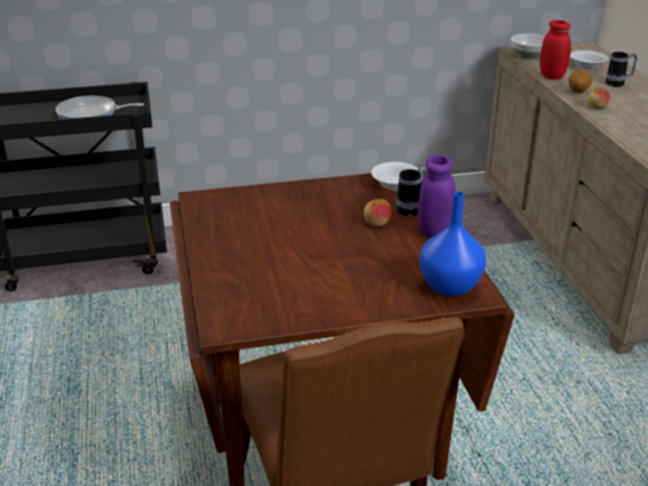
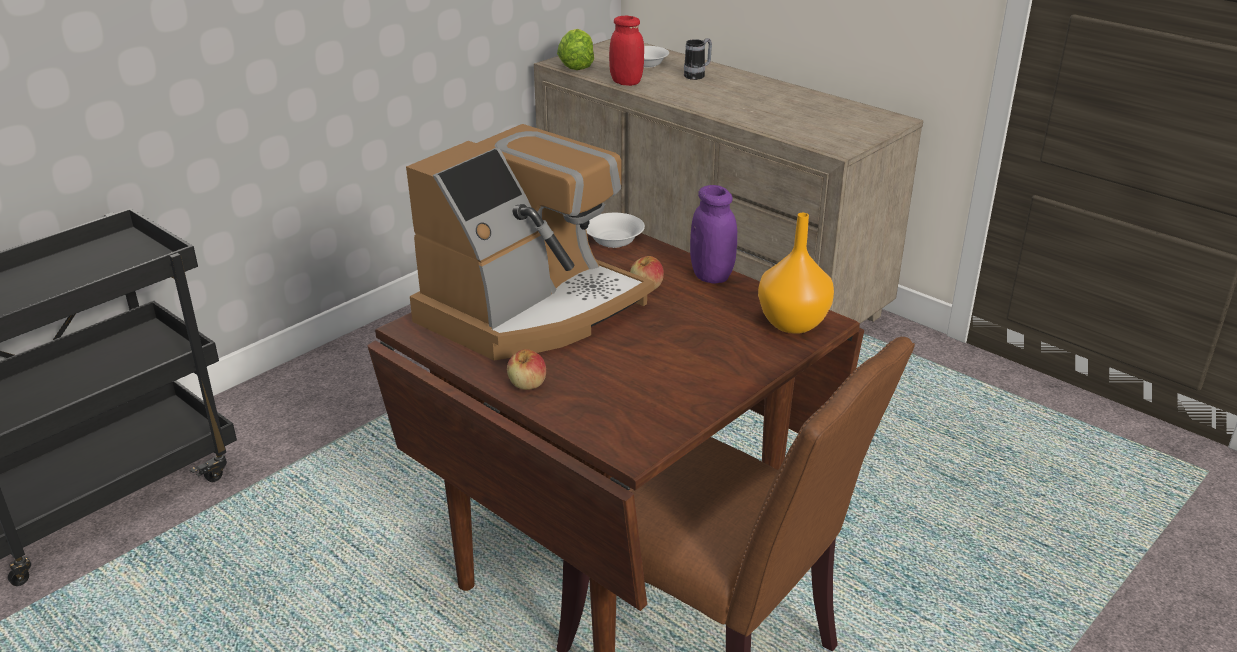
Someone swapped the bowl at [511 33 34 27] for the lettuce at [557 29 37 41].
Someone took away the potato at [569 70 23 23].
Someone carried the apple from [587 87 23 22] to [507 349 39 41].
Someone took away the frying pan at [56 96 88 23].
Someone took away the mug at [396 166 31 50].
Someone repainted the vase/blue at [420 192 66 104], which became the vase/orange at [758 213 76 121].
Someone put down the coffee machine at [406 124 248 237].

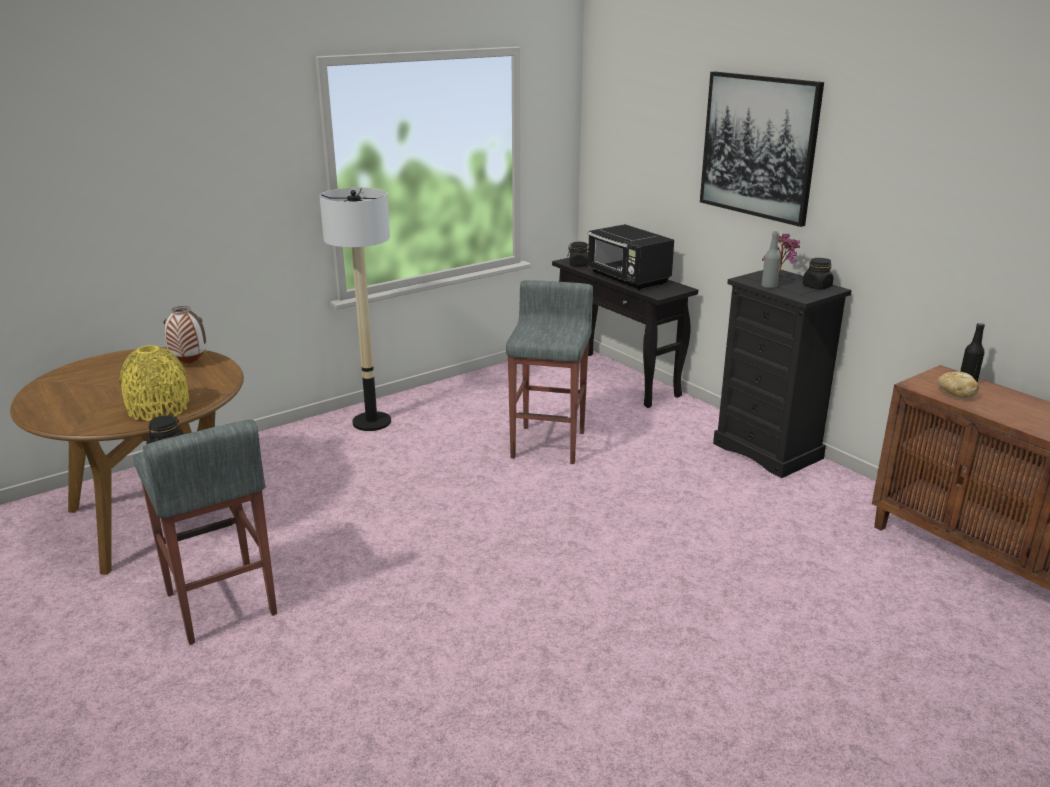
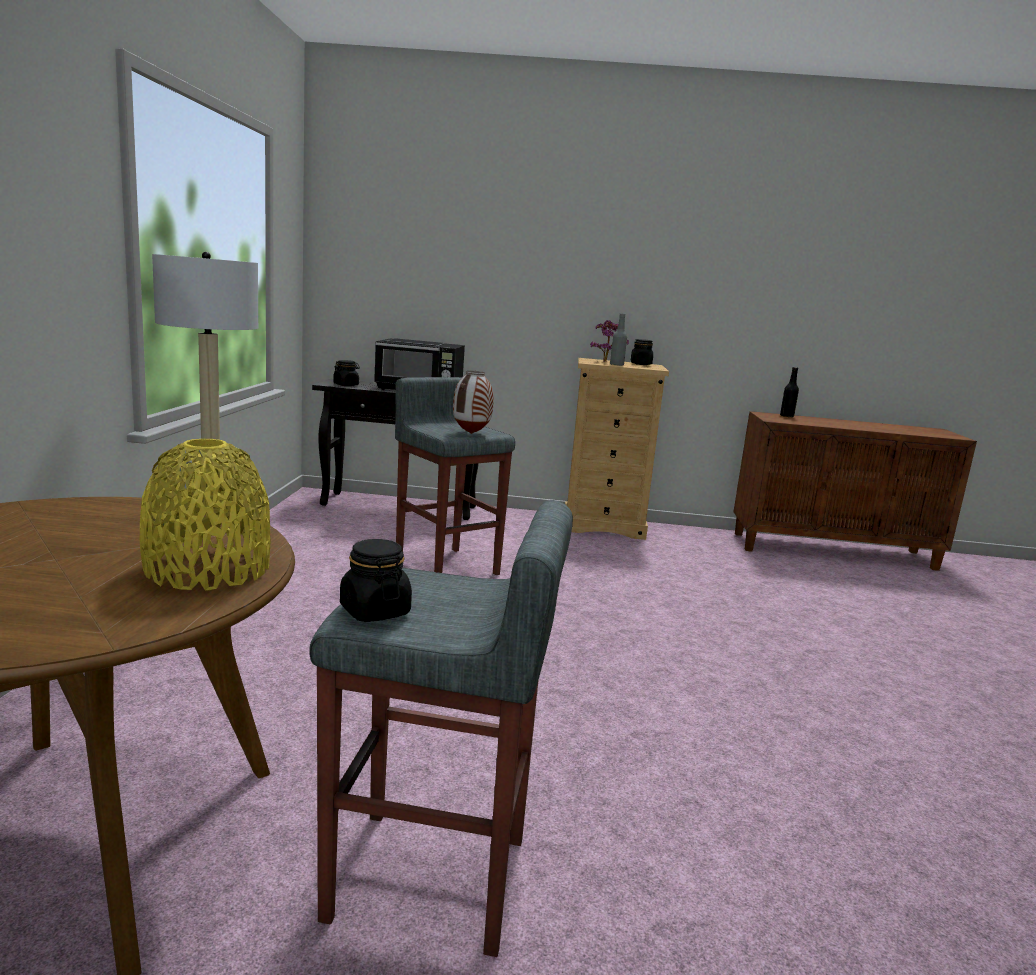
Someone took away the picture at [700 72 124 155].
Someone repainted the dresser/black at [713 270 139 208], which became the dresser/beige at [565 358 104 182].
Someone carried the vase from [163 306 43 58] to [453 371 41 63].
Someone took away the bread at [937 371 42 27].

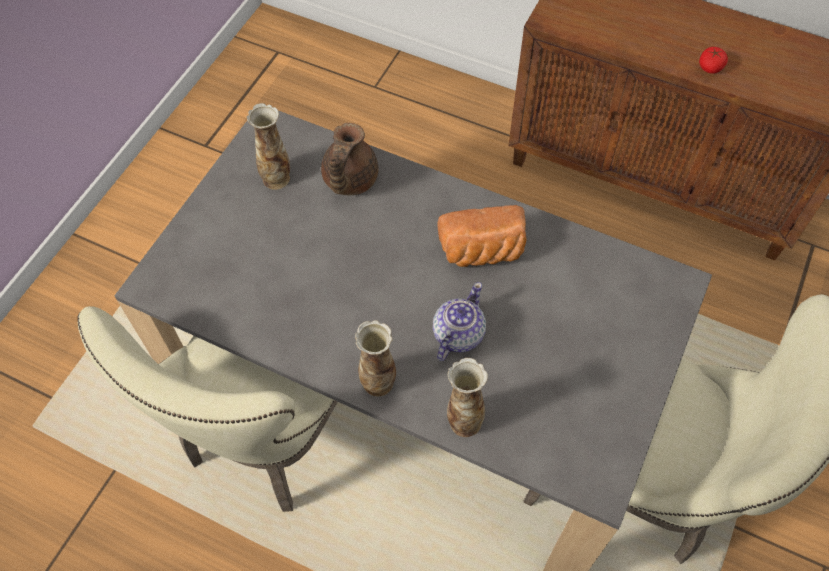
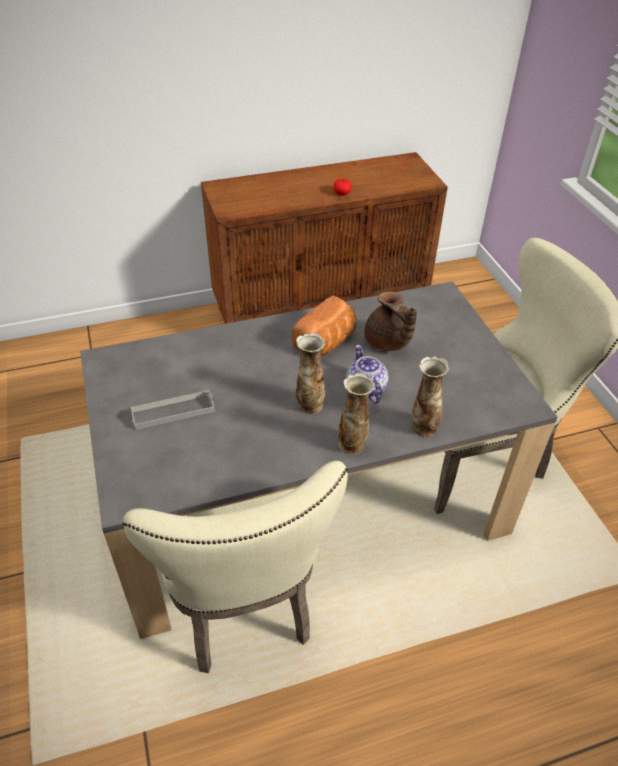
Someone carried the vase from [246 103 44 87] to [296 333 29 81].
Someone carried the teapot/brown from [321 123 57 72] to [364 291 53 60].
Someone put down the tray/grey at [131 389 84 41].

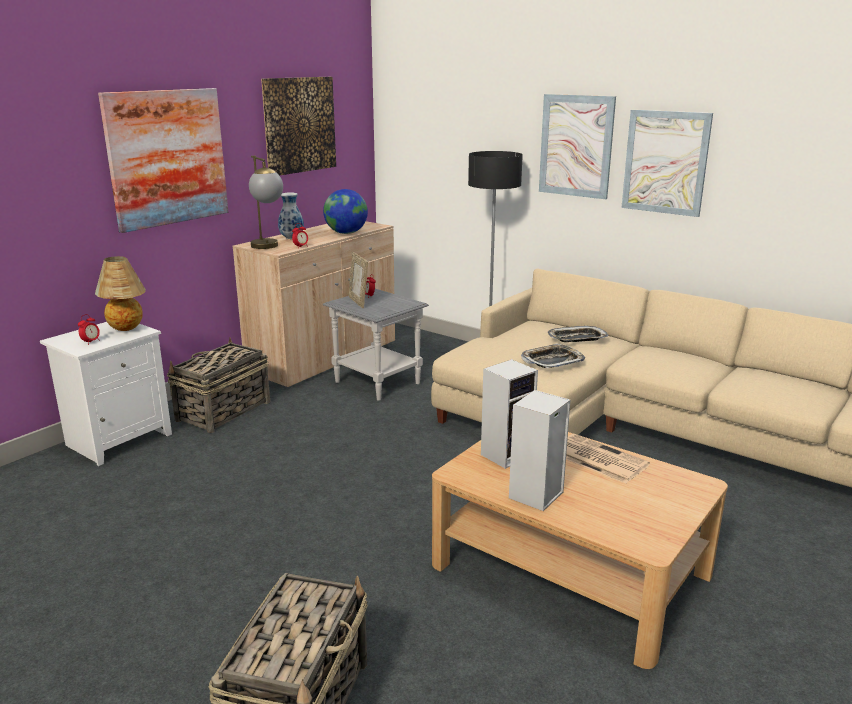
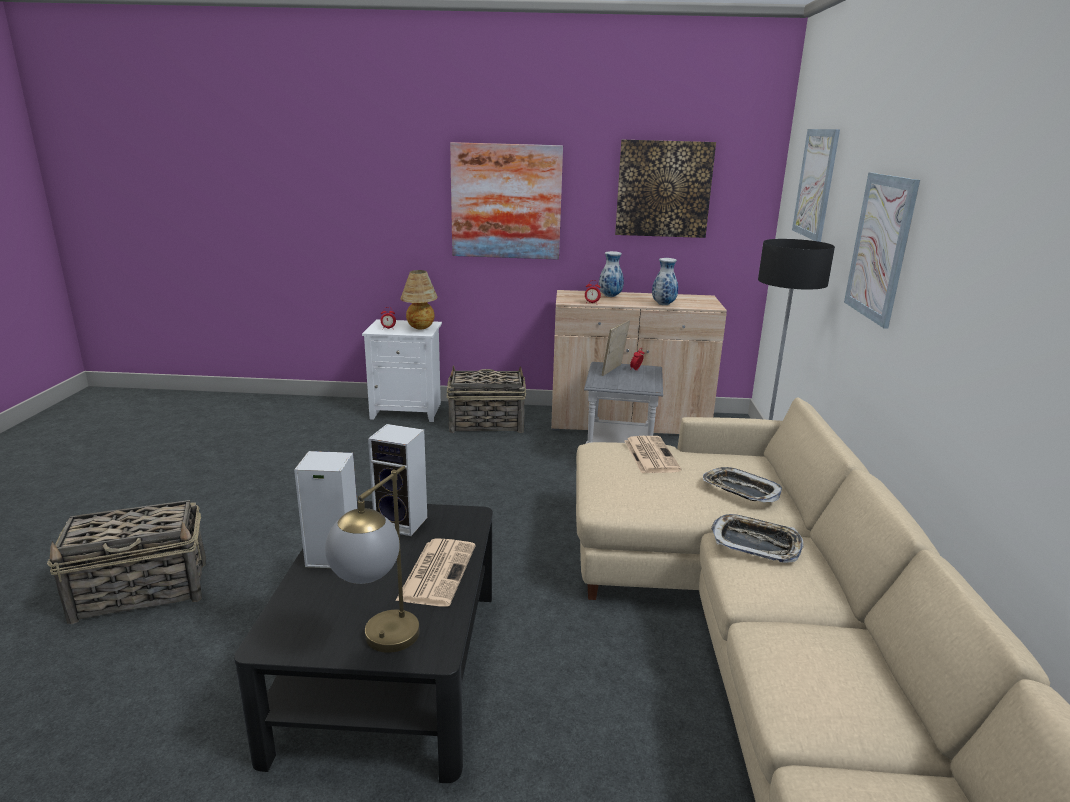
Someone carried the picture from [621 110 92 107] to [792 129 48 113].
Someone carried the table lamp from [249 156 34 93] to [325 466 95 187].
Someone swapped the globe at [323 189 45 45] for the vase at [652 258 26 47].
Someone carried the tray from [521 343 64 25] to [711 514 93 49].
Someone repainted the coffee table/beige at [432 432 296 237], which became the coffee table/black at [234 501 259 282].
Someone put down the newspaper at [625 436 56 37].

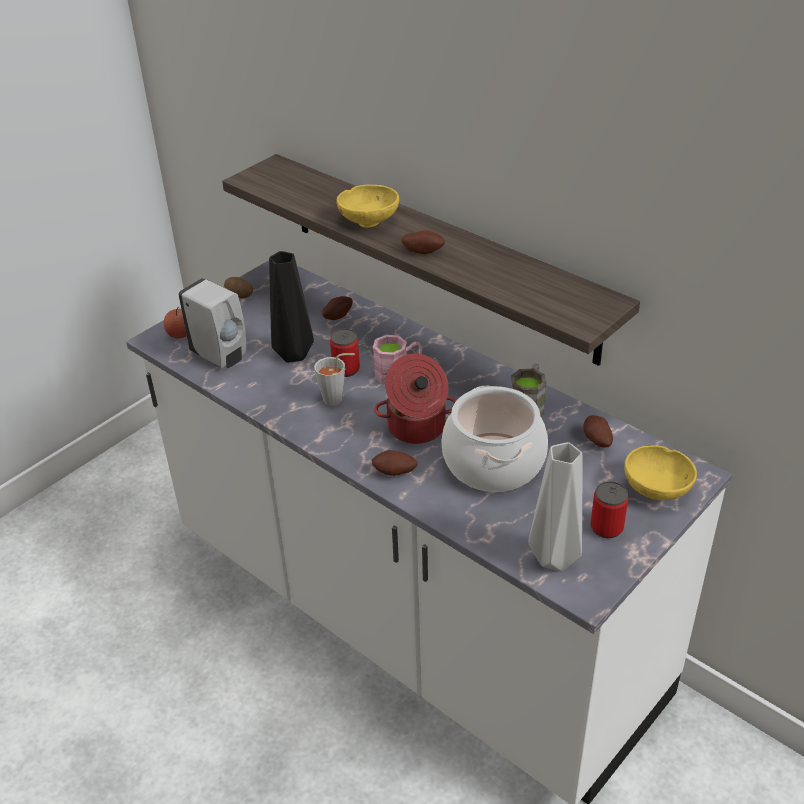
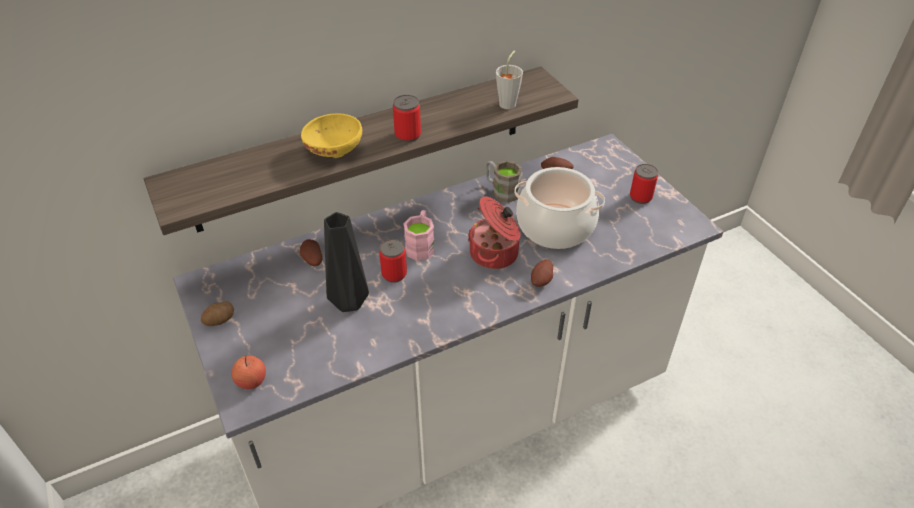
Someone swapped the potato at [401 230 44 24] for the can at [393 95 28 47].
Someone took away the soap dispenser/white at [179 278 68 90].
Someone carried the cup/grey from [314 353 41 53] to [496 50 27 59].
Someone took away the vase/grey at [528 442 54 129].
Someone took away the bowl/yellow at [624 445 73 55].

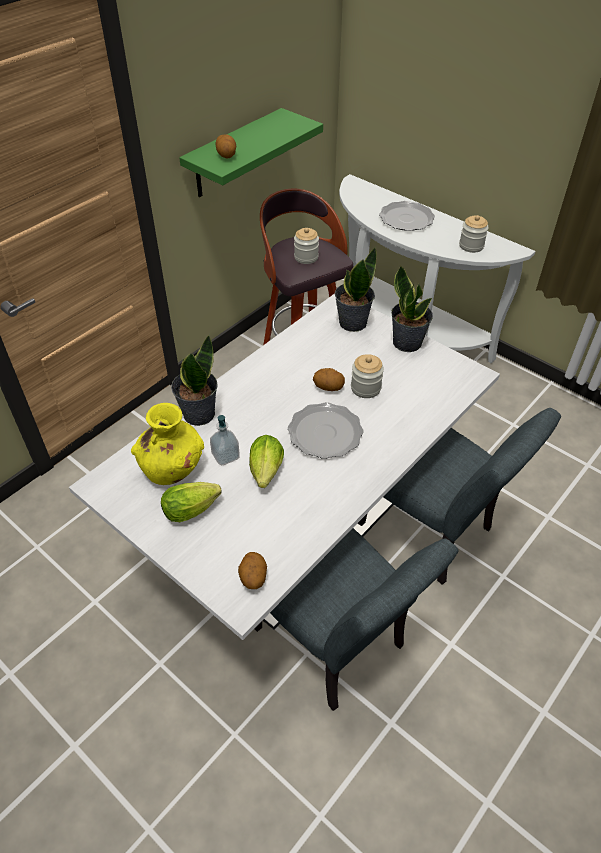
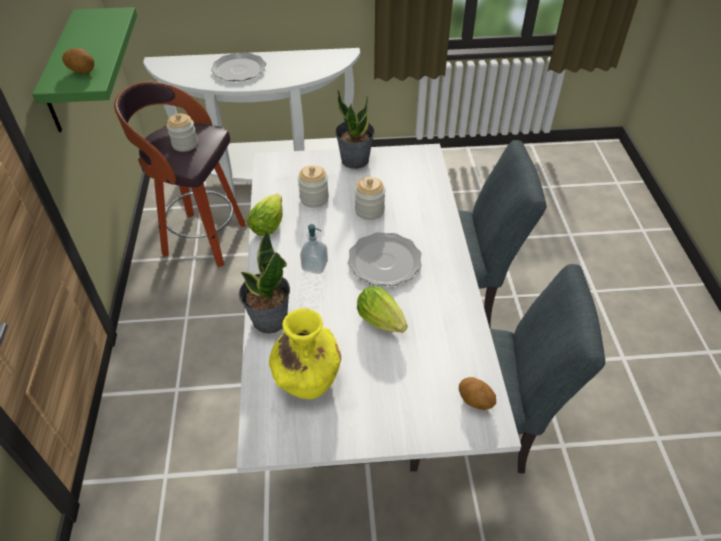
Someone carried the jar from [459 215 30 38] to [298 165 31 43].
Someone took away the potted plant at [335 247 41 85].
Someone took away the potato at [313 368 32 23].
Someone carried the soap dispenser from [210 415 30 50] to [300 224 28 50].
Someone carried the lettuce from [161 482 61 40] to [247 194 36 42].

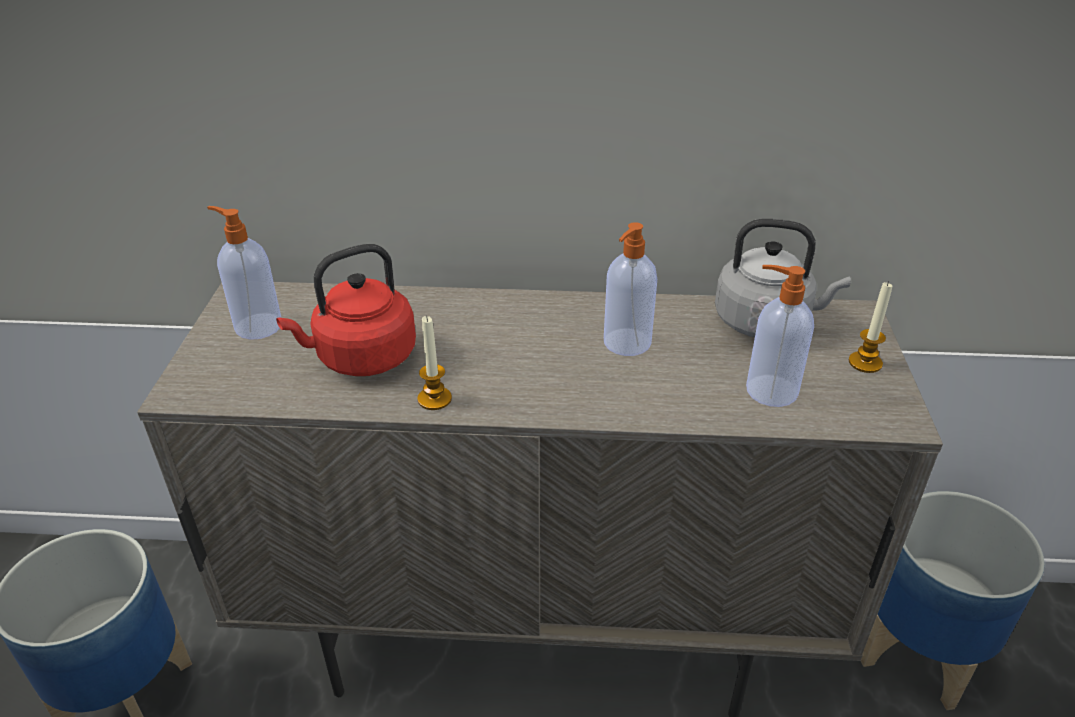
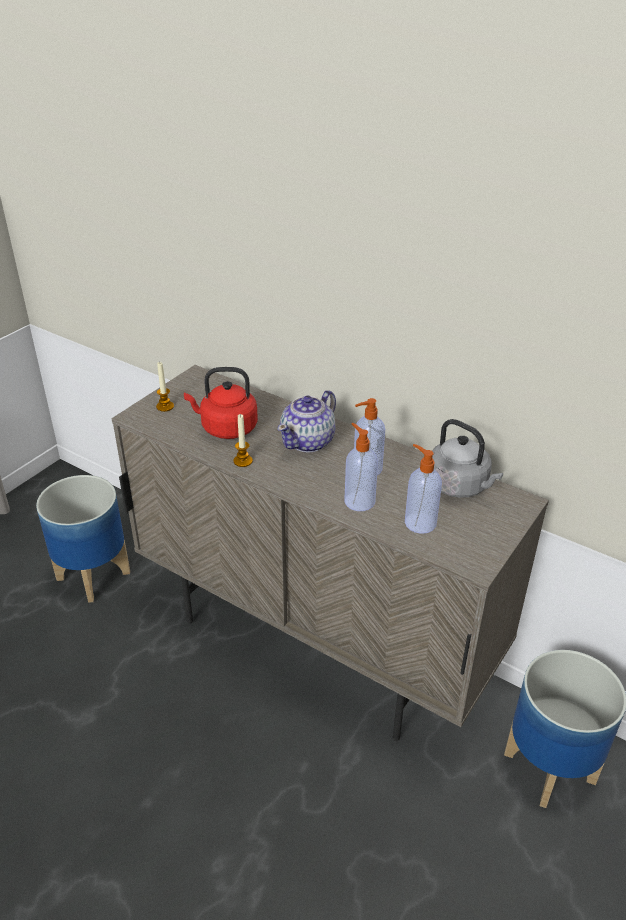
Someone carried the soap dispenser from [207 206 74 134] to [344 423 34 88].
Someone carried the candle from [849 281 43 92] to [156 362 18 50].
Someone put down the teapot at [278 390 58 63].

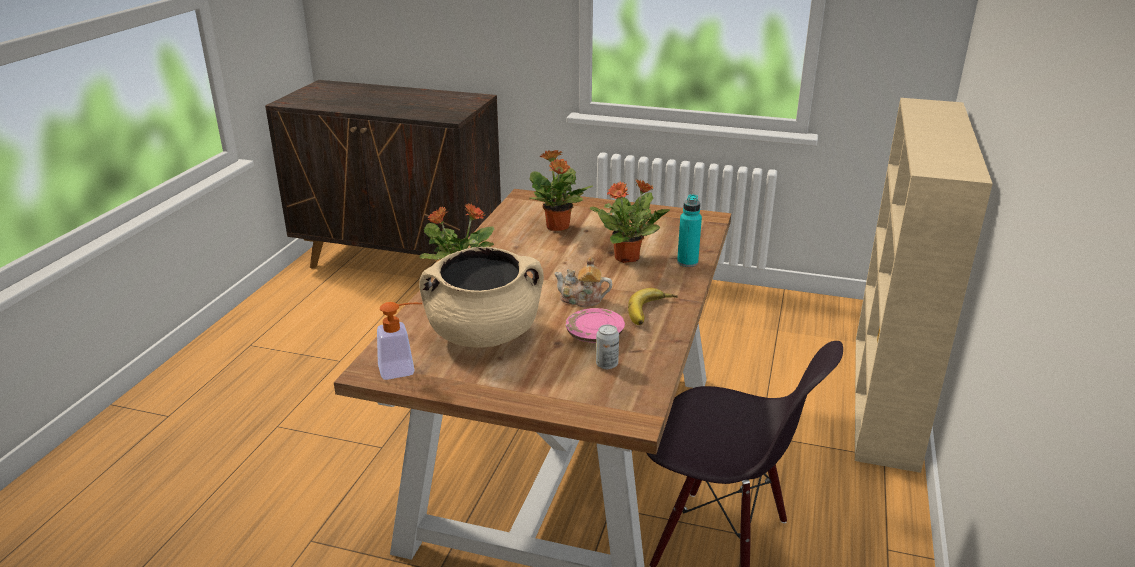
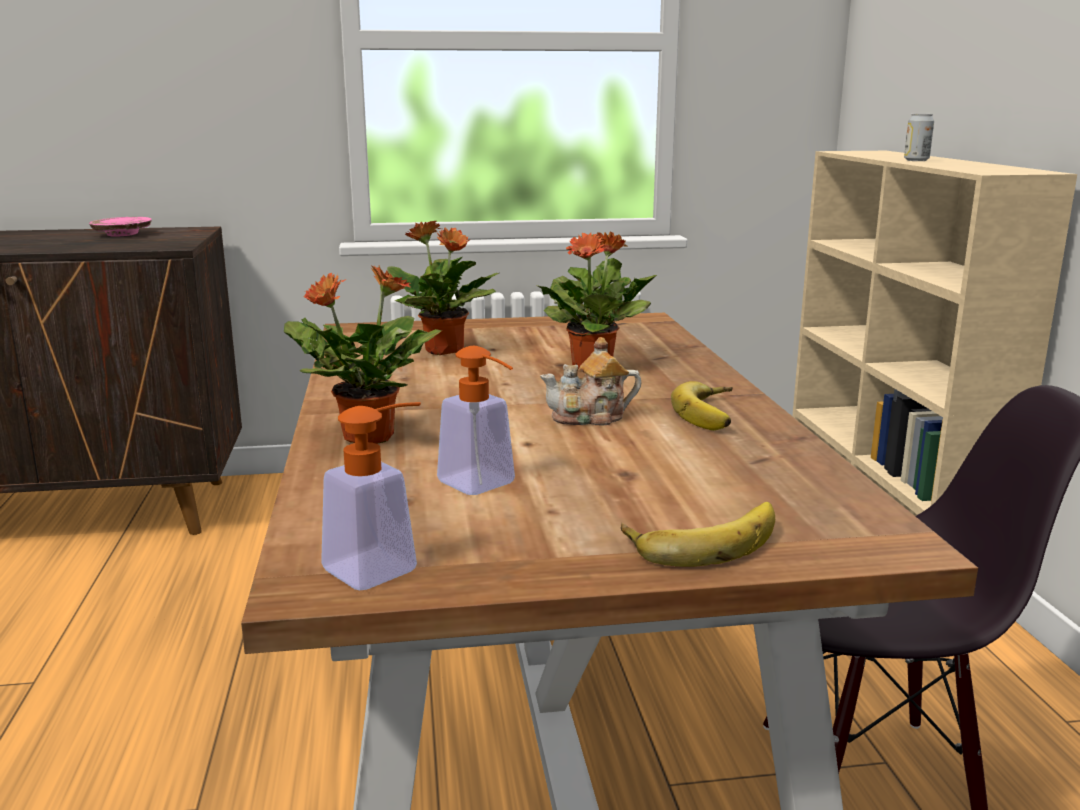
Someone took away the bottle/turquoise at [677 194 25 73].
Someone swapped the cooking pot/beige at [419 246 125 102] for the soap dispenser at [437 346 78 149].
Someone carried the plate/pink from [566 308 59 35] to [89 217 63 20].
Someone carried the can from [596 325 23 44] to [904 114 30 47].
Someone put down the banana at [621 502 154 65].

